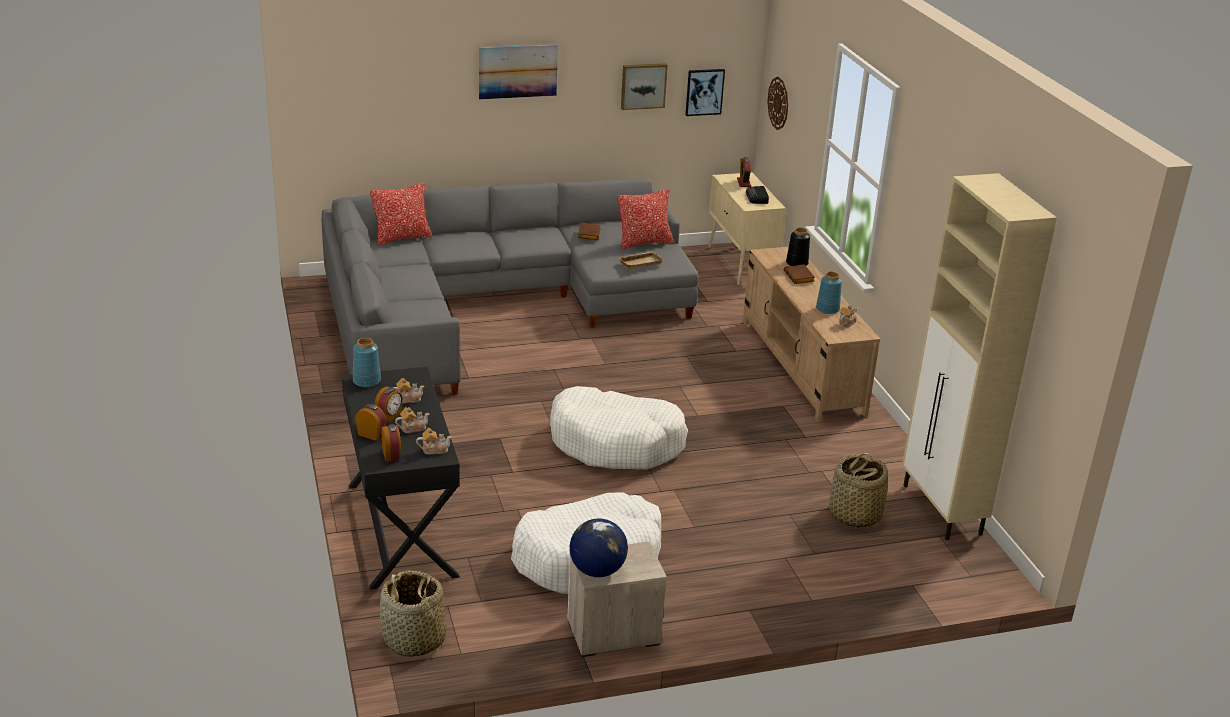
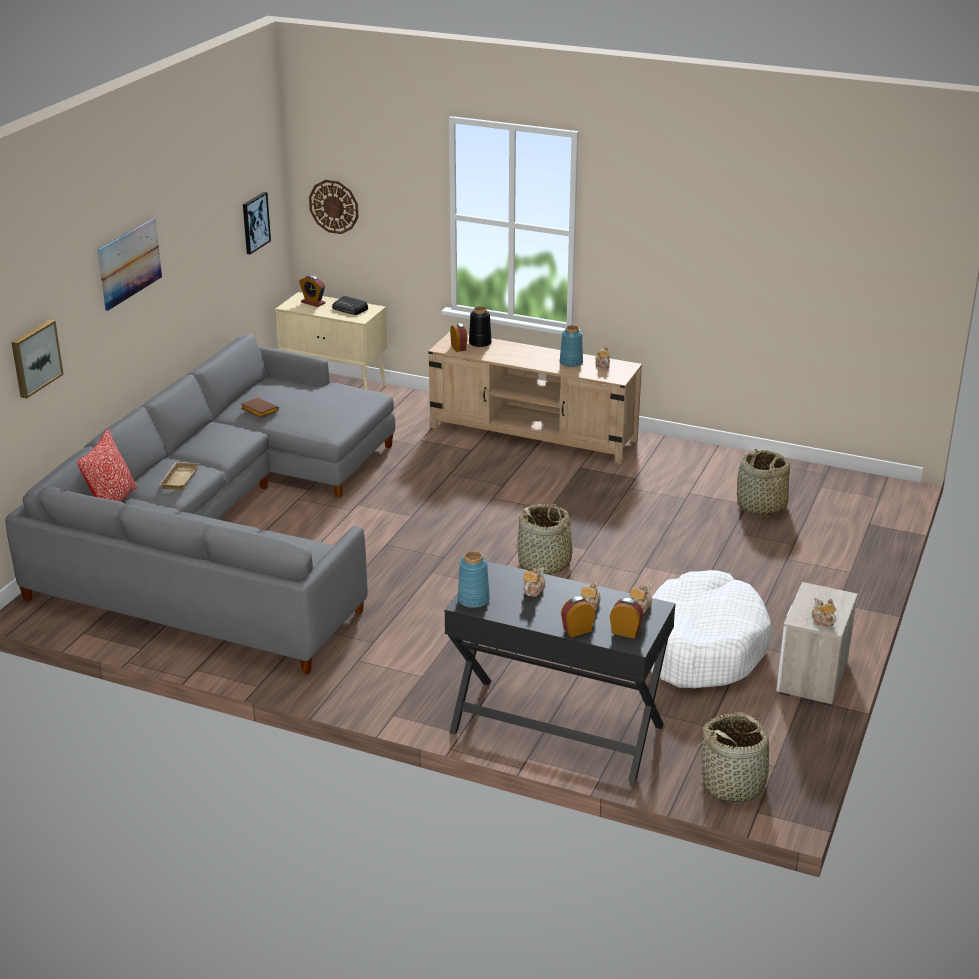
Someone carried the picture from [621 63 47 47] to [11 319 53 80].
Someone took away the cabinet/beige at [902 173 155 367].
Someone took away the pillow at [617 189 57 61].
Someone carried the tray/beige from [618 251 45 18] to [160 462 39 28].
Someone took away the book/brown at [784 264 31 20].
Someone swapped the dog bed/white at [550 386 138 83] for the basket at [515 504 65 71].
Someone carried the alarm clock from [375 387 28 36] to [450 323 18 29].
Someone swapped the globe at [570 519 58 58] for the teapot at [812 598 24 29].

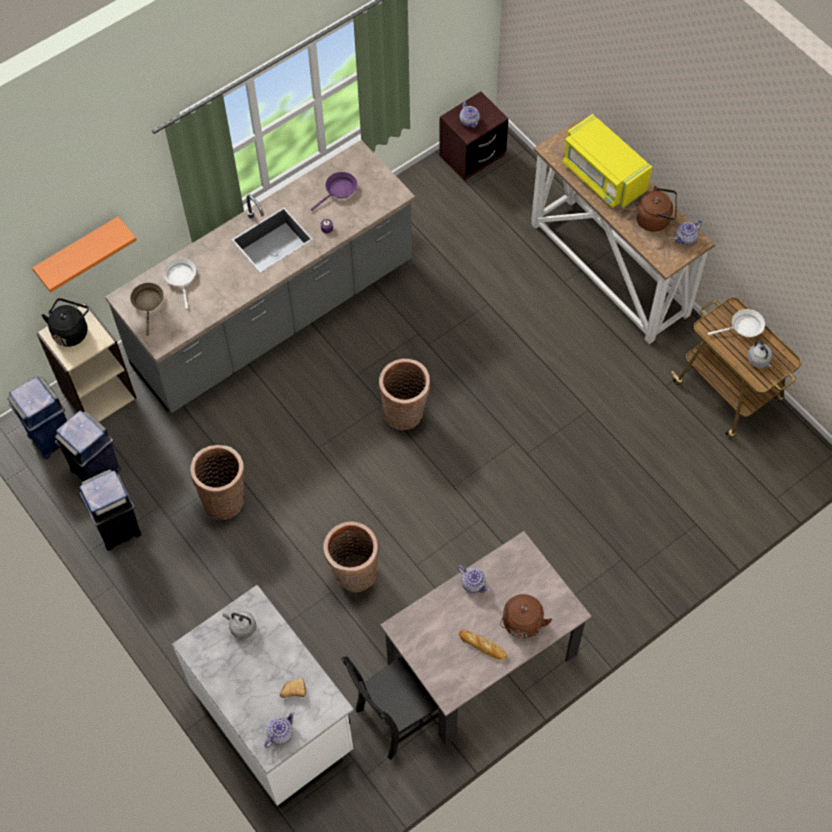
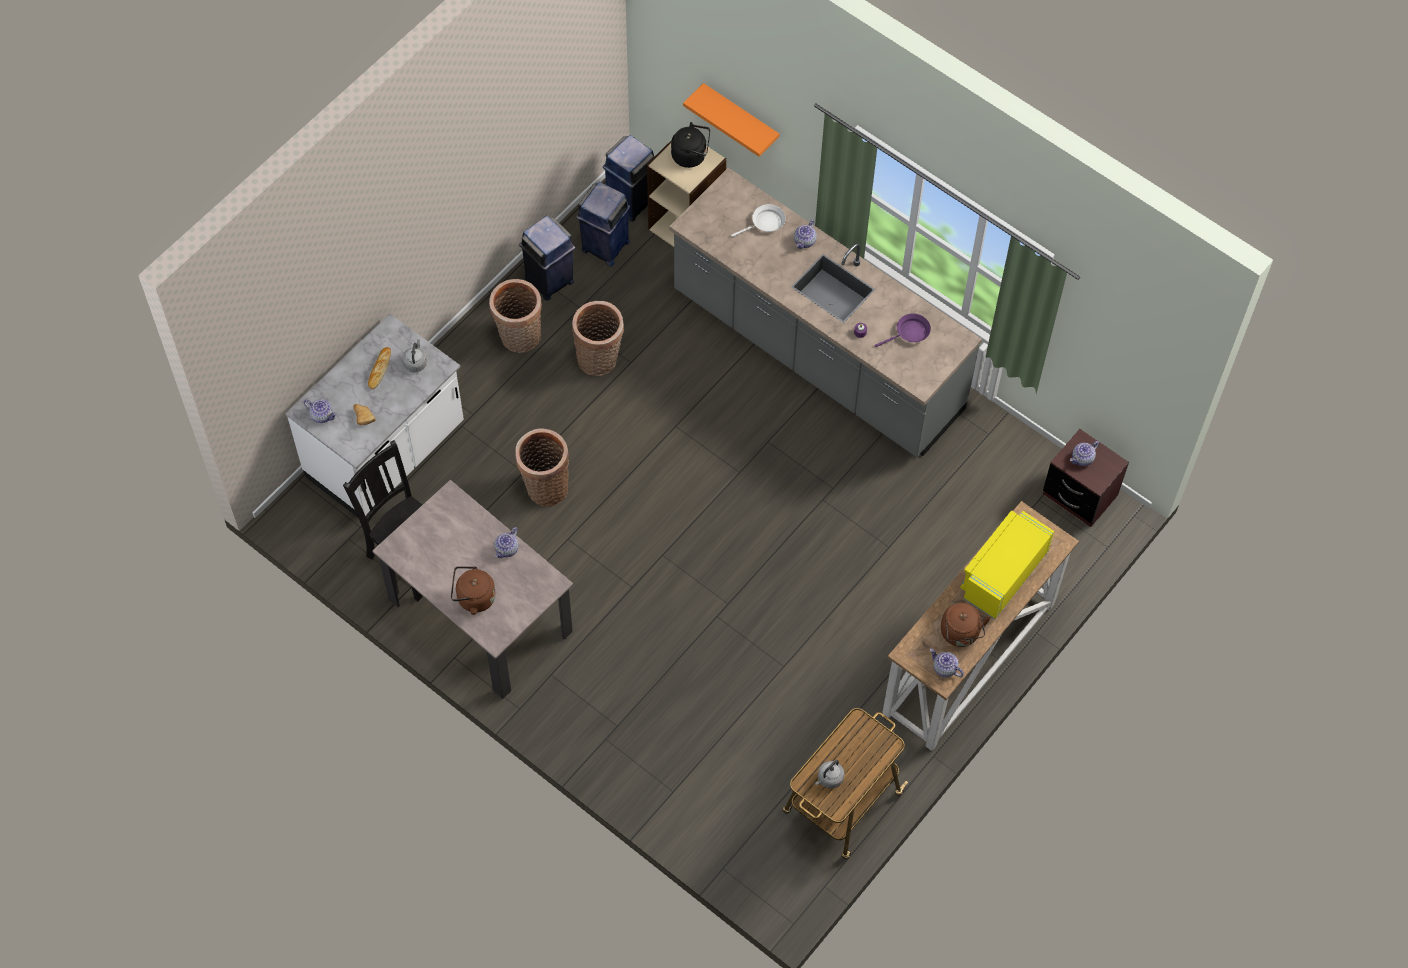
Someone rotated the frying pan/purple at [310 172 47 39] by 60 degrees counterclockwise.
Someone took away the frying pan/brown at [130 283 34 53].
Someone took away the frying pan/white at [708 309 57 28].
Someone carried the basket from [379 359 51 71] to [489 279 53 74].
Someone carried the bread from [459 630 48 30] to [368 347 23 42].
Someone put down the teapot at [794 219 23 30].

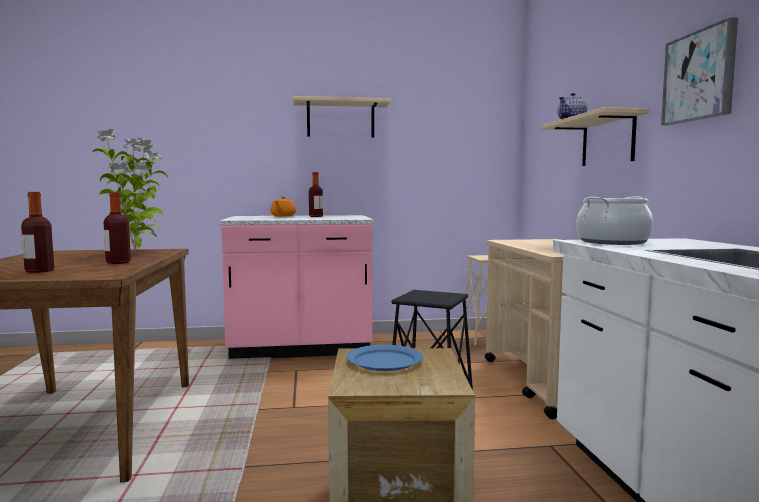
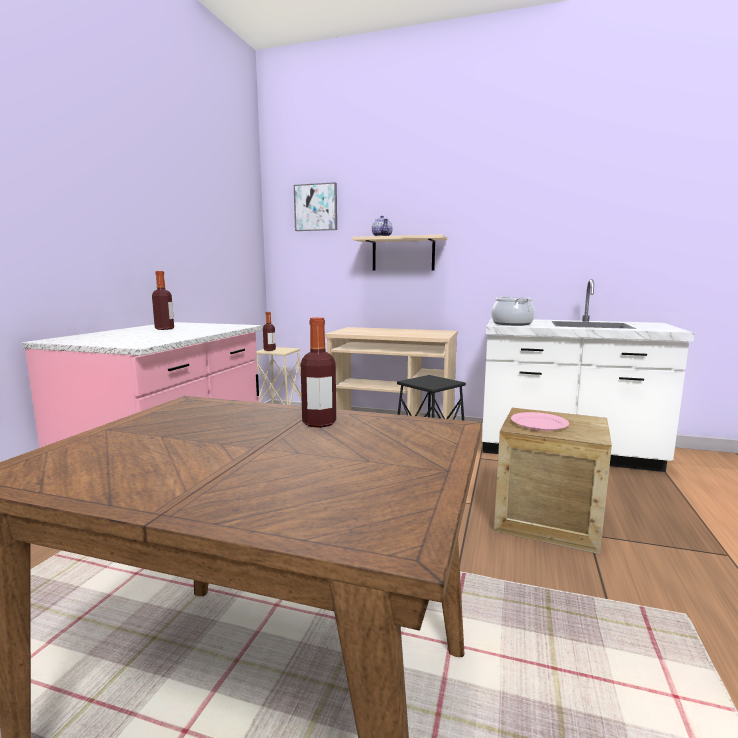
Someone carried the picture from [661 17 77 108] to [294 182 43 49].
Someone took away the shelf/beige at [293 96 98 42].
Someone took away the potted plant at [92 129 76 124].
Someone carried the bottle from [21 192 33 81] to [263 312 13 39].
Someone took away the teapot/orange at [271 196 25 20].
Someone repainted the plate/blue at [347 345 76 26], which became the plate/pink at [511 412 58 19].

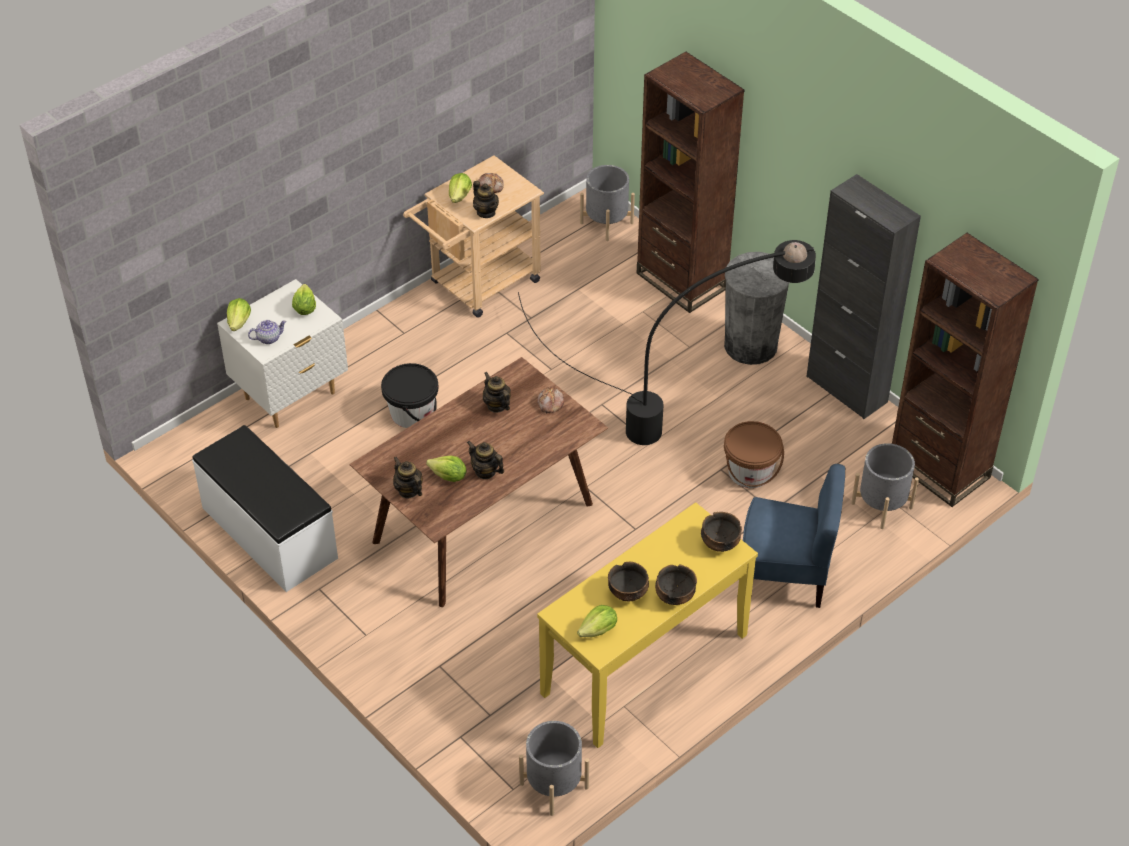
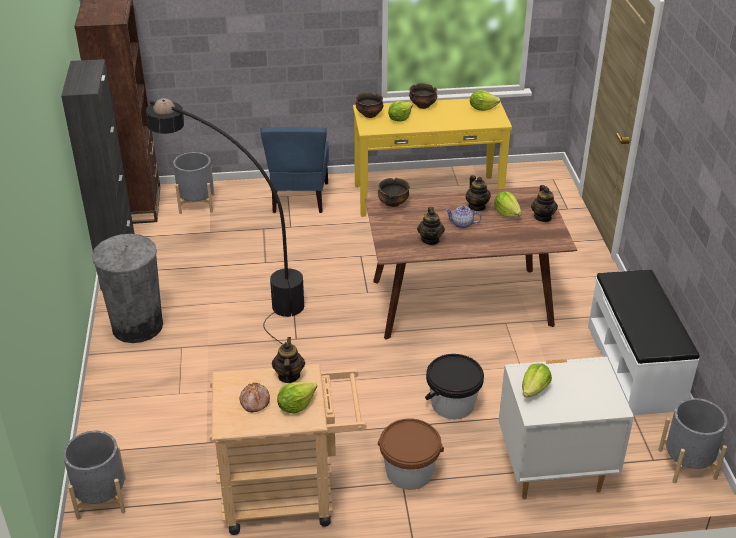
Someone took away the bookcase/brown at [637 52 107 261].
Someone carried the lettuce from [227 298 24 33] to [388 101 24 21].
Someone carried the teapot from [248 320 39 24] to [445 206 36 23].
Someone took away the bread at [537 386 27 27].
Someone carried the bucket/brown from [724 421 60 67] to [378 418 66 72].
Someone rotated the chair/blue at [743 464 102 144] by 135 degrees counterclockwise.
Someone carried the bowl from [608 562 41 39] to [378 178 32 29].
Someone carried the planter/grey from [519 721 70 95] to [658 398 69 85].

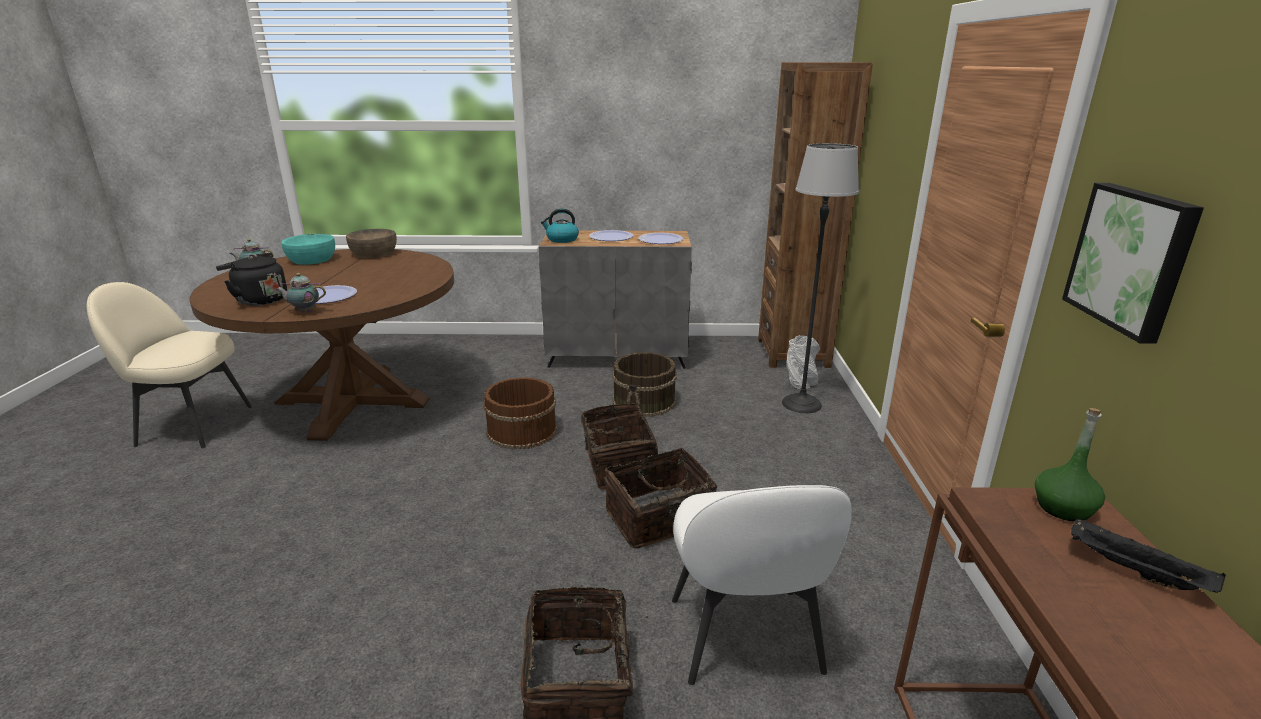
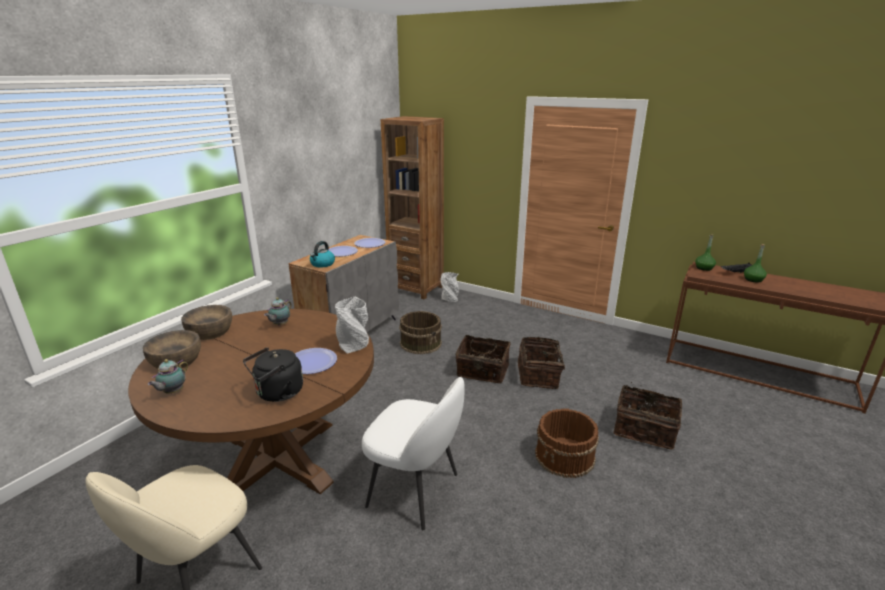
Someone took away the floor lamp at [782 143 77 270].
Someone took away the picture at [1062 183 142 161].
Someone repainted the bowl/turquoise at [281 234 54 31], which became the bowl/brown at [143 330 58 39].
Someone carried the teapot from [275 273 51 40] to [264 297 28 29].
Someone carried the bucket/brown from [484 377 73 73] to [535 409 64 69].
Someone carried the chair/white from [672 485 180 200] to [362 377 103 153].
Someone put down the bottle/green at [744 244 23 39].
Someone put down the vase/grey at [335 297 34 57].

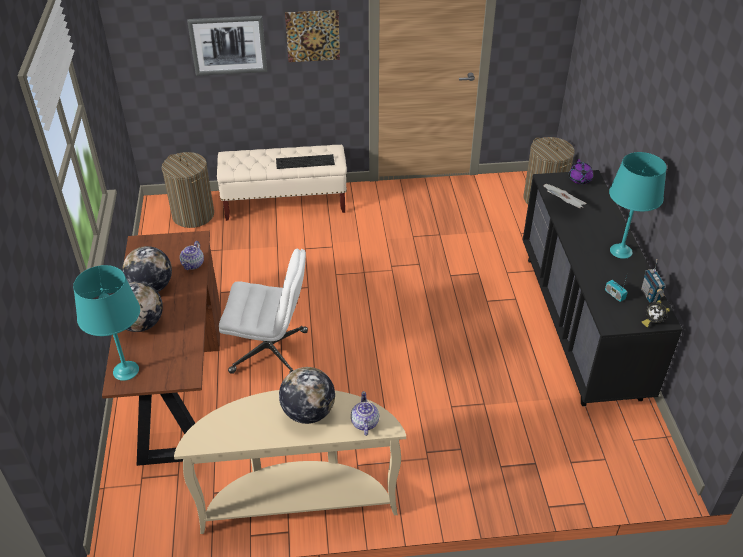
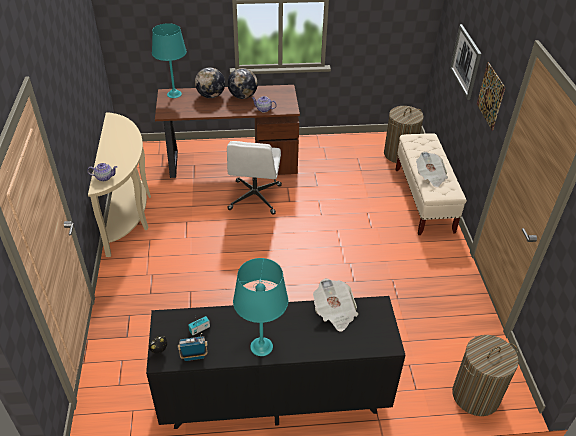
Someone swapped the keyboard at [276 154 59 15] for the newspaper at [416 151 32 36].
Someone took away the teapot/purple at [569 159 24 25].
Someone took away the globe at [279 367 56 57].

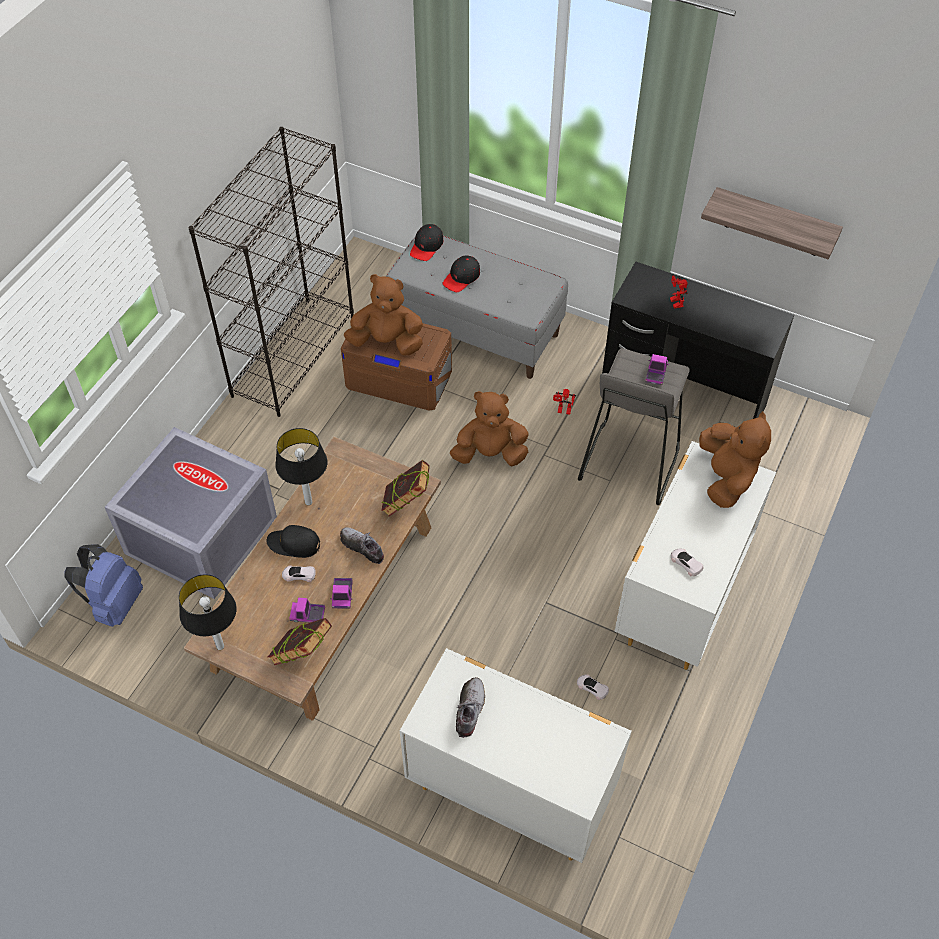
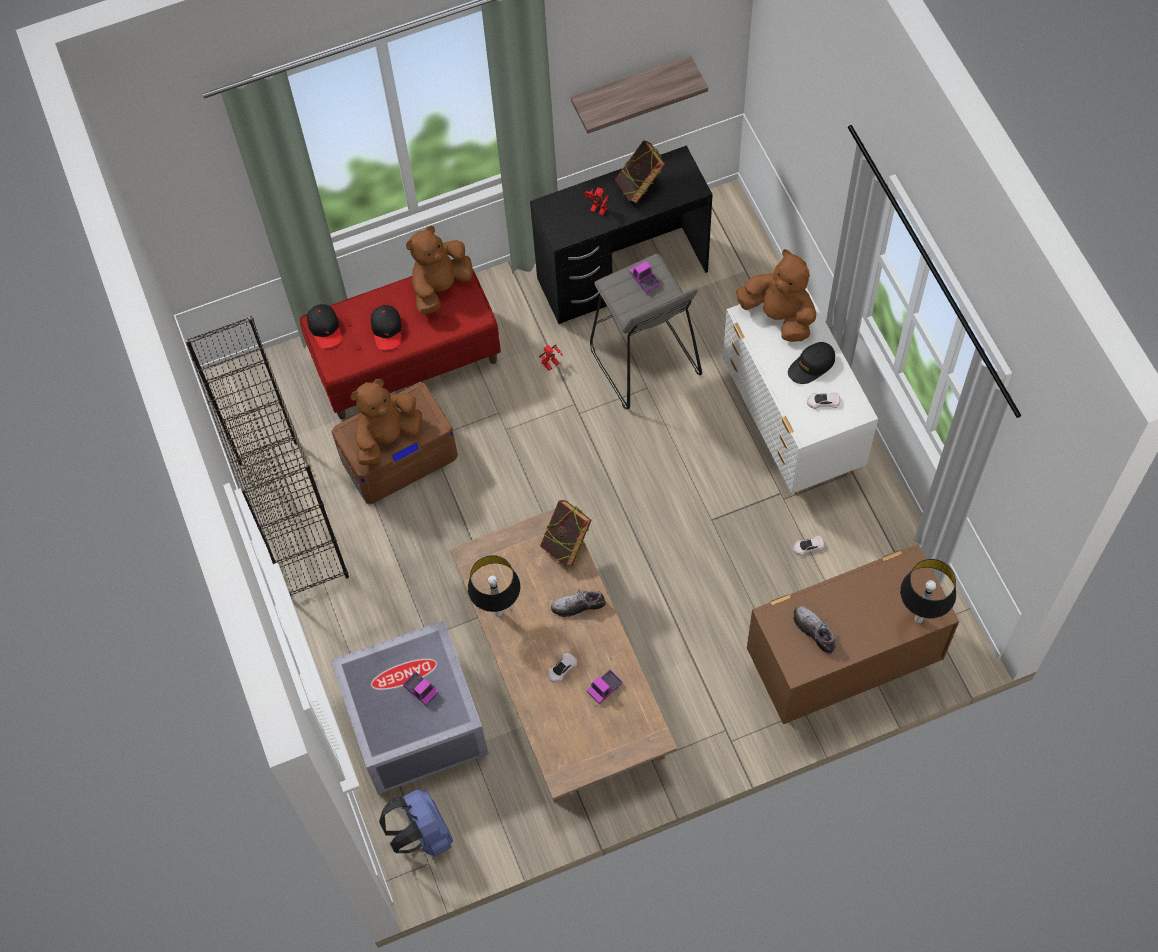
Someone repainted the bench/grey at [386 235 182 144], which became the bench/red at [300 270 201 149].
Someone carried the plush toy/brown from [450 391 79 76] to [406 225 67 89].
Someone carried the cap/black from [267 525 53 33] to [788 342 47 42].
Someone carried the table lamp from [179 574 58 76] to [900 559 56 64].
Someone carried the toy truck from [330 578 23 30] to [403 671 36 35].
Someone carried the book from [268 618 64 47] to [615 140 51 64].
Someone repainted the dresser/white at [400 648 232 215], which became the dresser/brown at [747 544 212 180].

